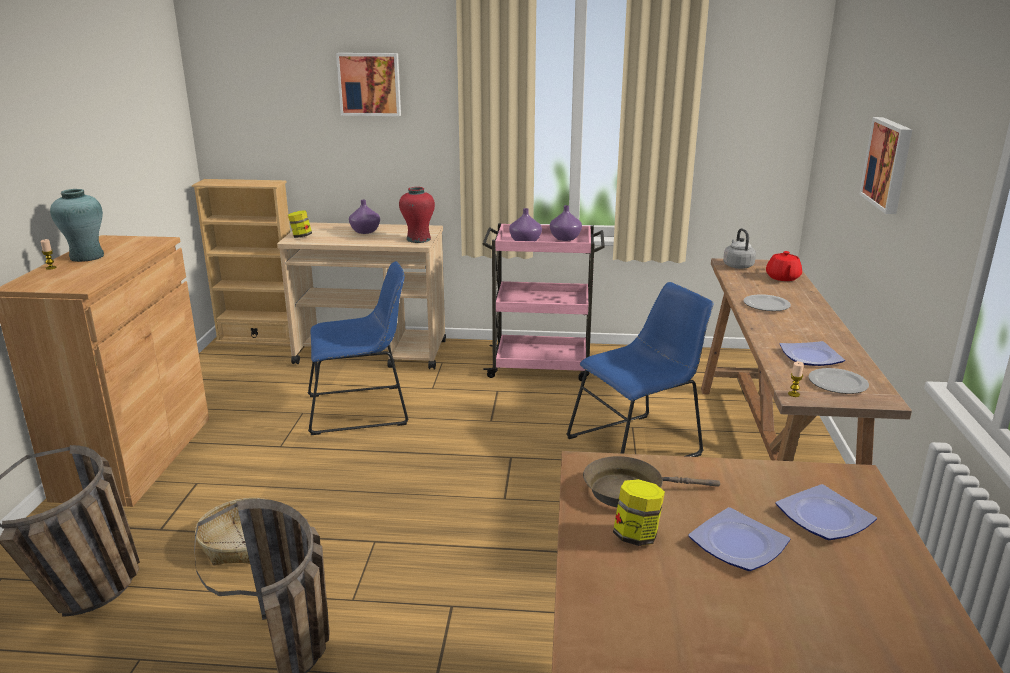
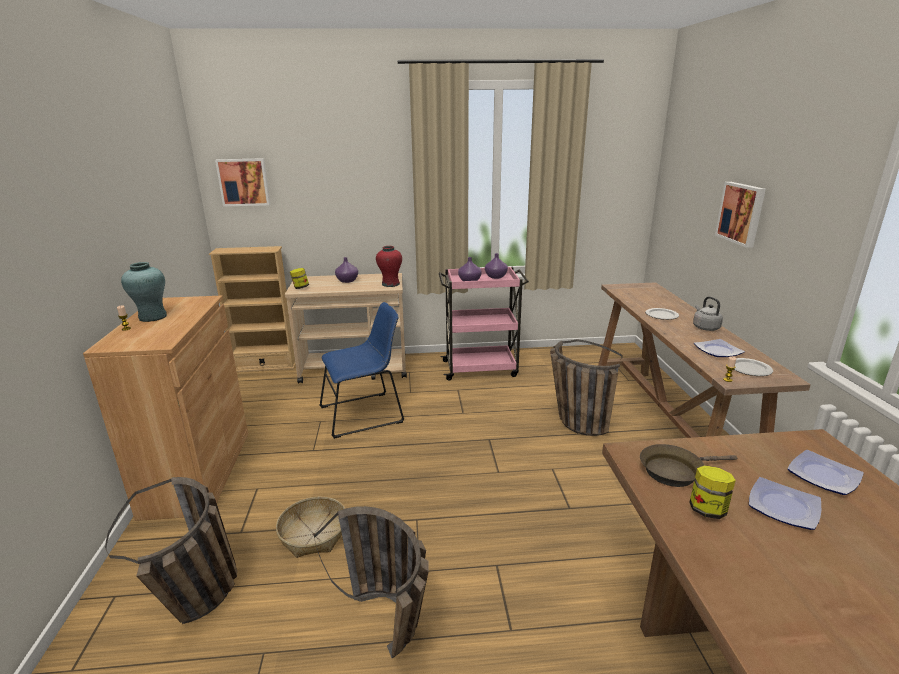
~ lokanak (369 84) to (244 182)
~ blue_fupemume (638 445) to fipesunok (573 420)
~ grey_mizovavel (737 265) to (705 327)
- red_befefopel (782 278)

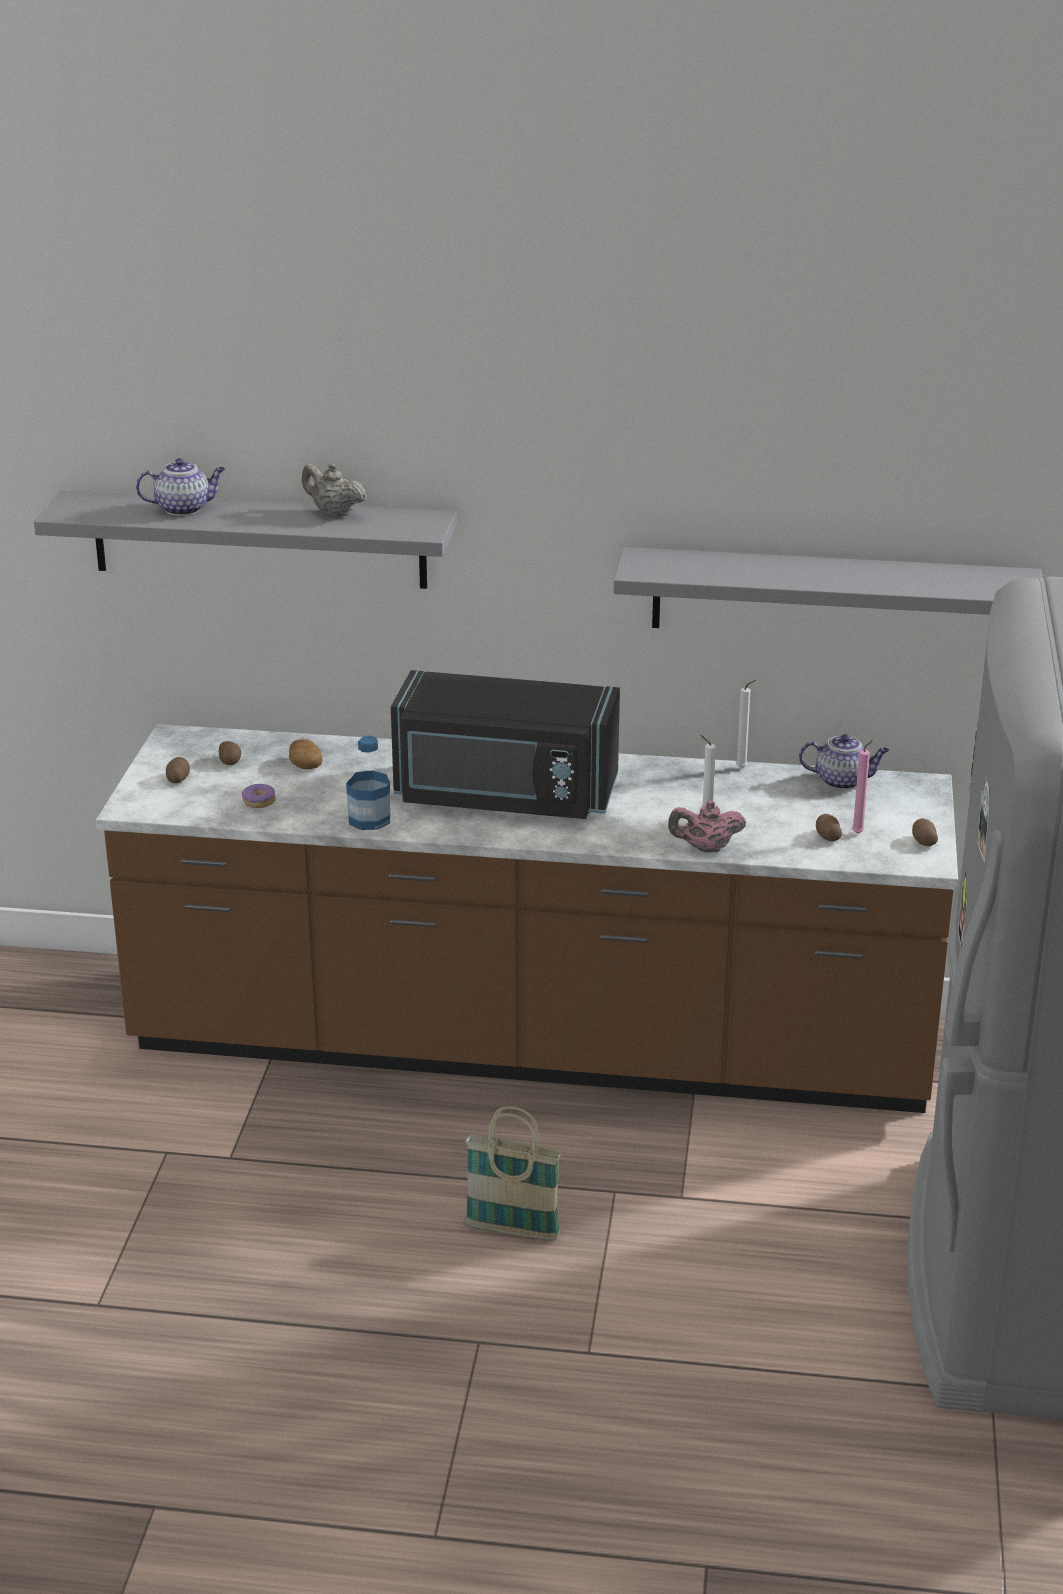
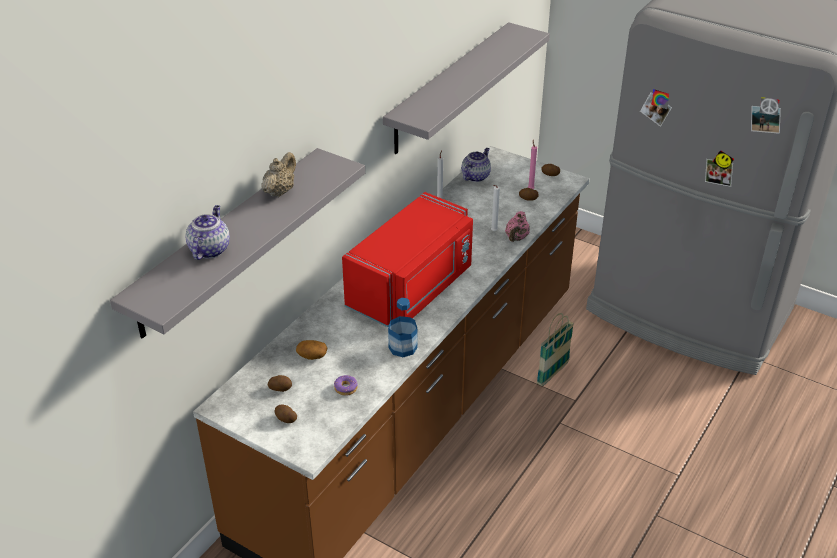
~ beige_befefopel (333 513) = (280 191) 150 degrees clockwise
~ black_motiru (504 797) to red_motiru (412 288)
~ fipesunok (512 1230) to (552 373)

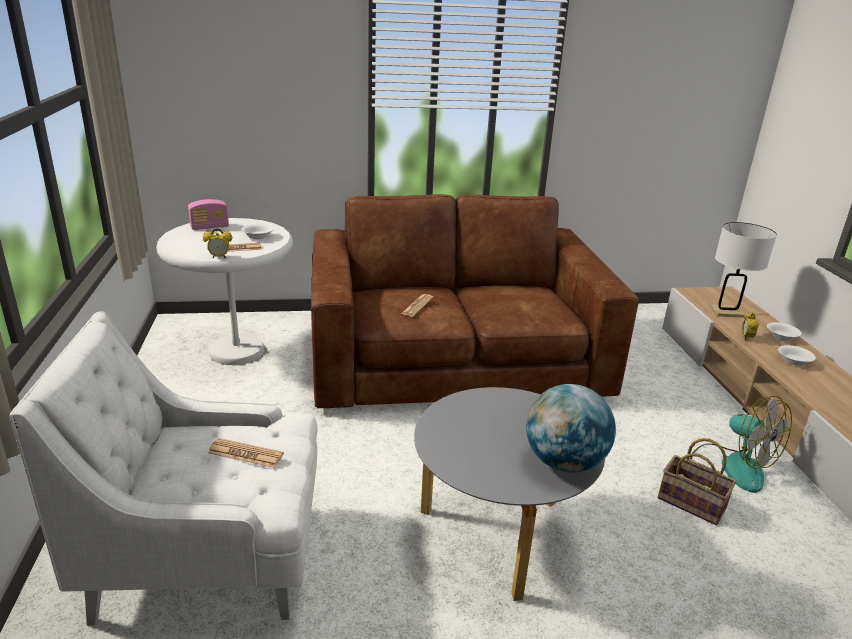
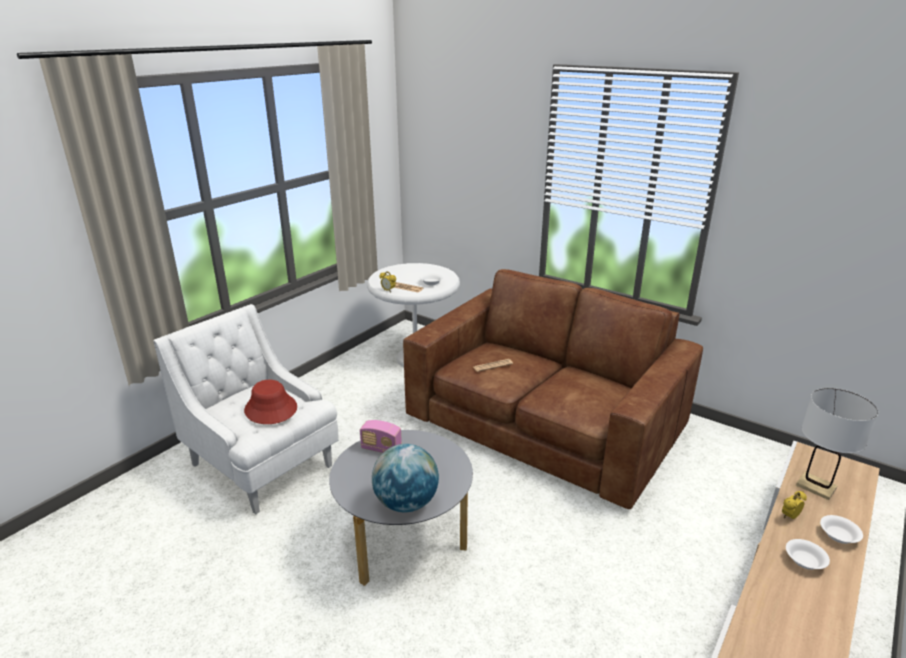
~ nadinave (245 454) to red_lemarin (270 409)
~ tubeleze (209 227) to (381 449)
- fipesunok (693 503)
- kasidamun (731 466)

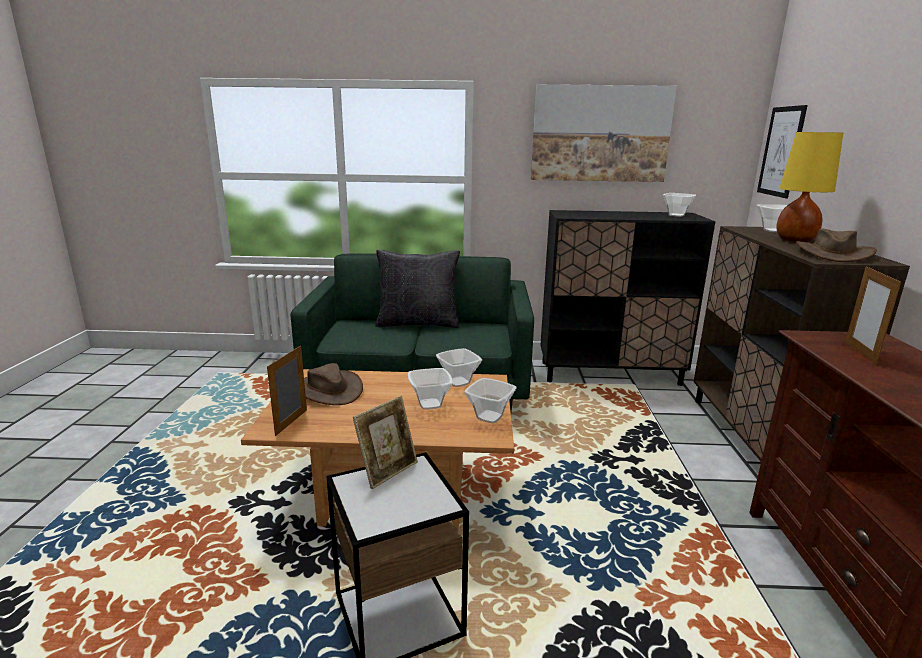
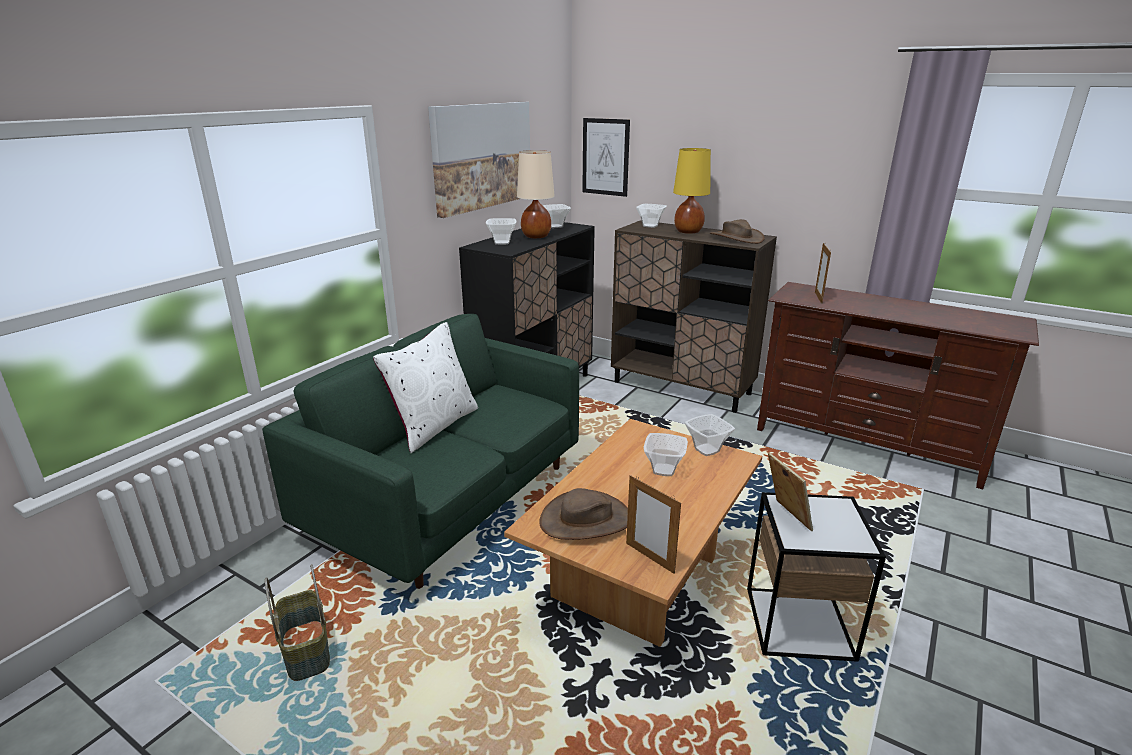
+ fipesunok (305 650)
~ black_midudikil (418 323) to white_midudikil (433 426)
~ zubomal (459 382) to (501 242)
+ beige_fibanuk (536 236)
~ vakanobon (860 352) = (818 297) 60 degrees clockwise

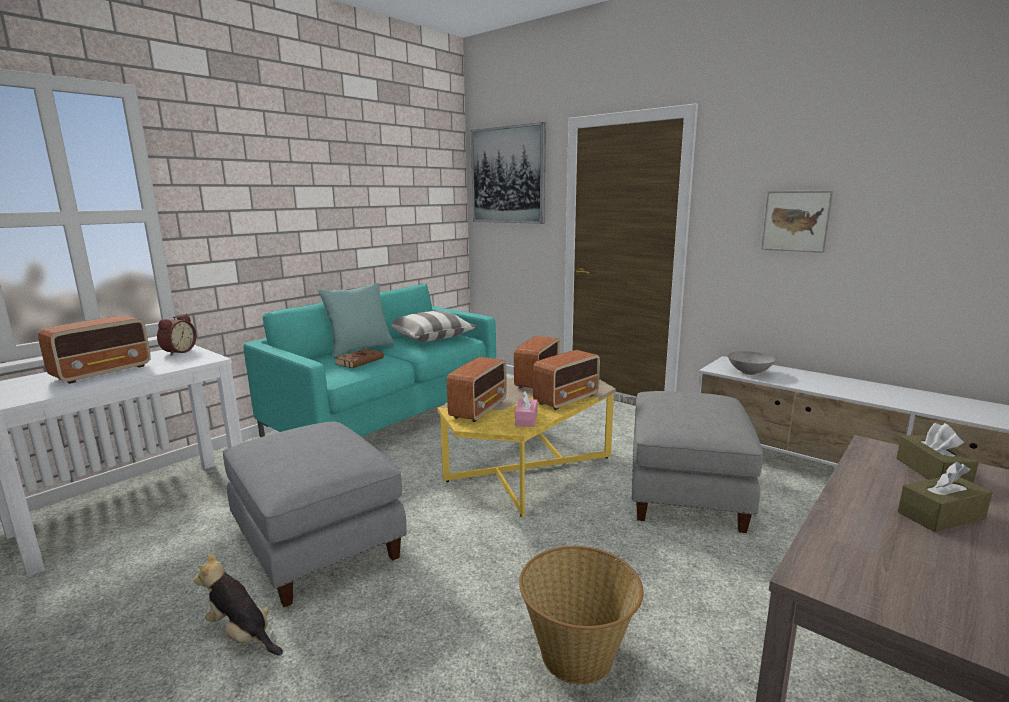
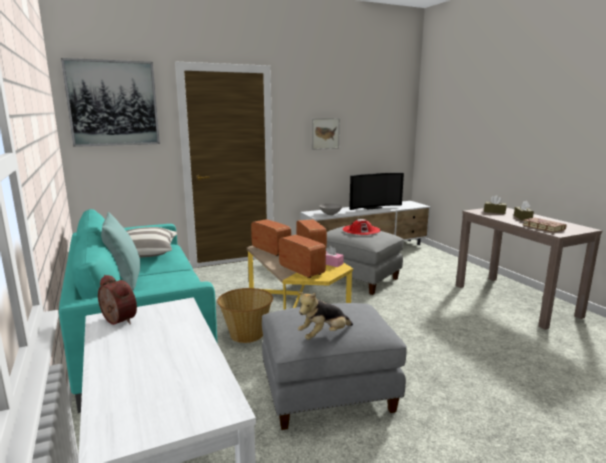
~ fipesunok (578 653) to (246 334)
~ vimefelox (242 634) to (324 335)
+ red_lemarin (361 230)
+ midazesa (372 207)
~ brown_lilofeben (360 361) to (542 227)
- tubeleze (103 372)

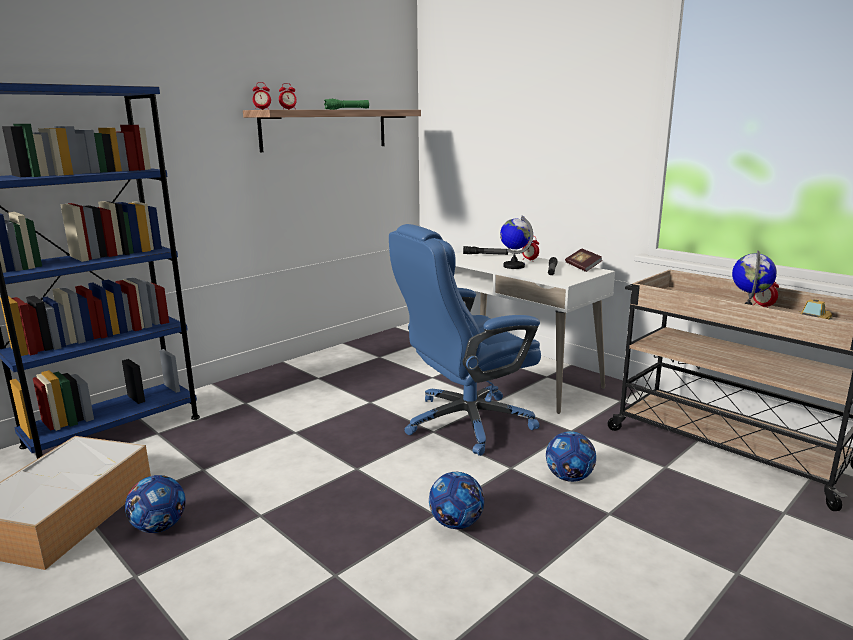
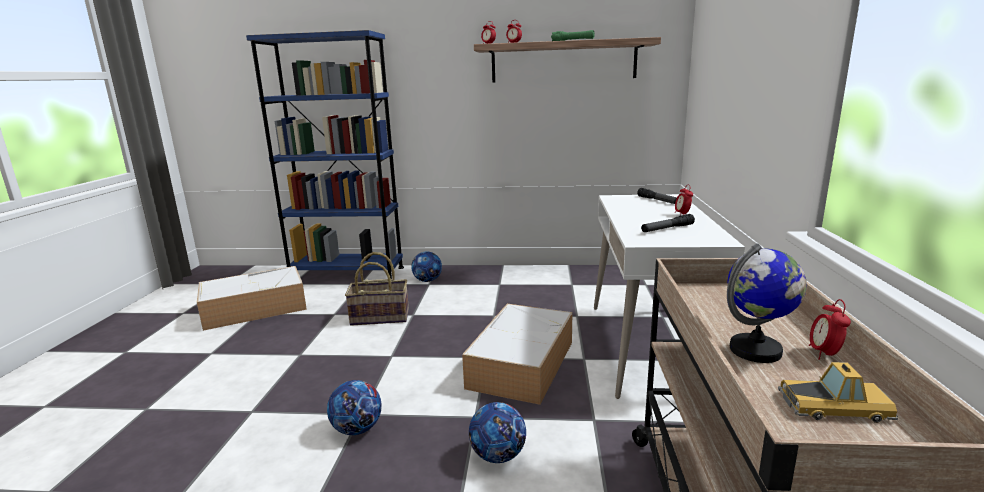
+ fipesunok (380 317)
~ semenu (159 527) to (427 280)
~ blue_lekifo (465 423) to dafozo (522 363)
- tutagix (514 266)
- lilofeben (582 267)

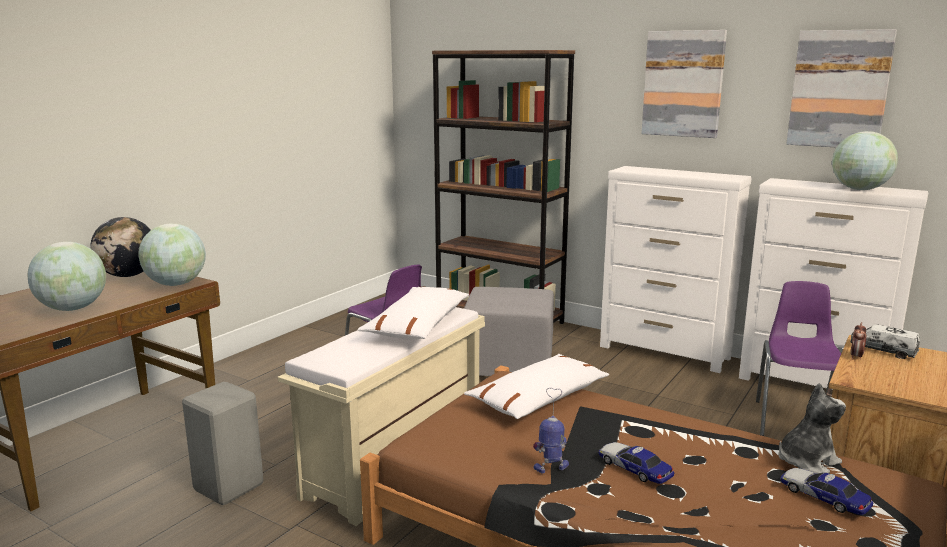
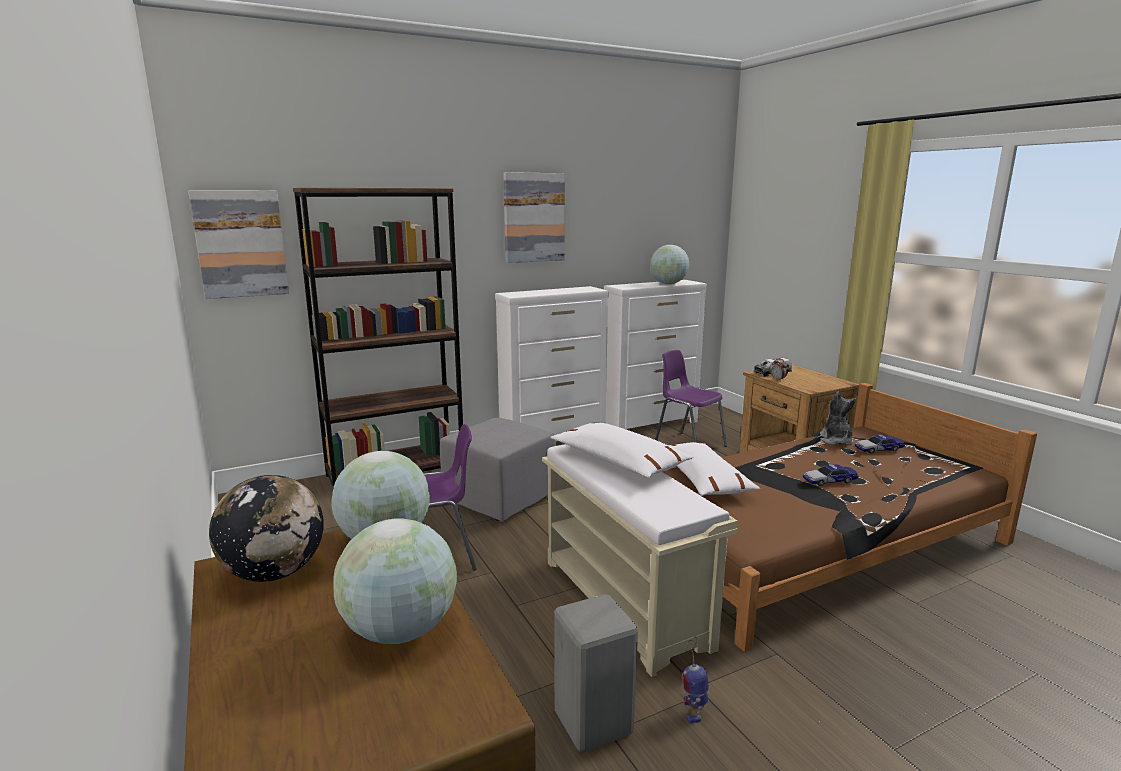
~ lokanak (839 89) to (240 244)
~ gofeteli (552 467) to (693 710)

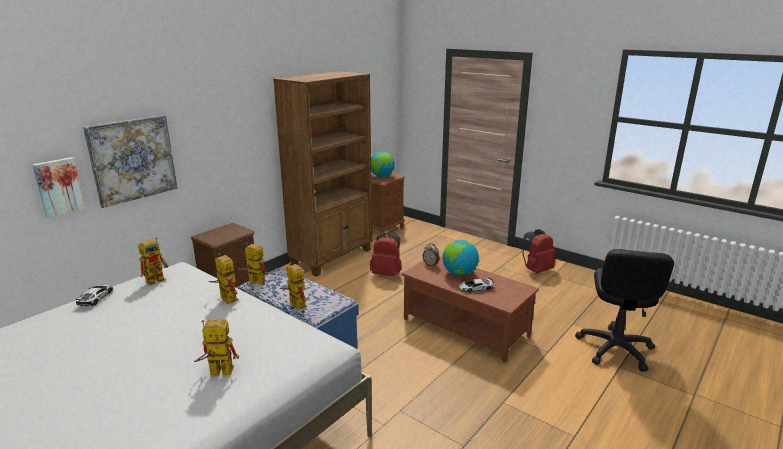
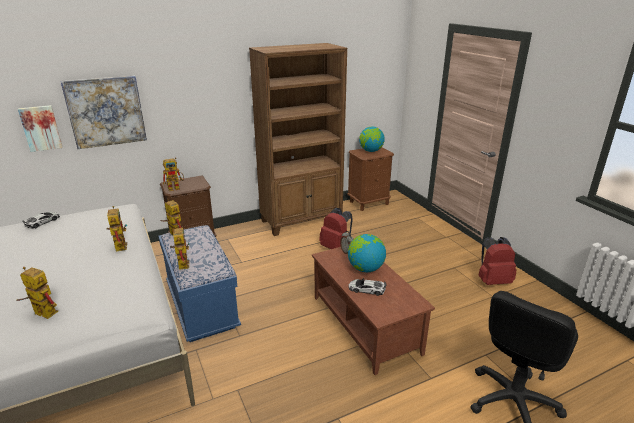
~ gofeteli (158 279) to (176 188)

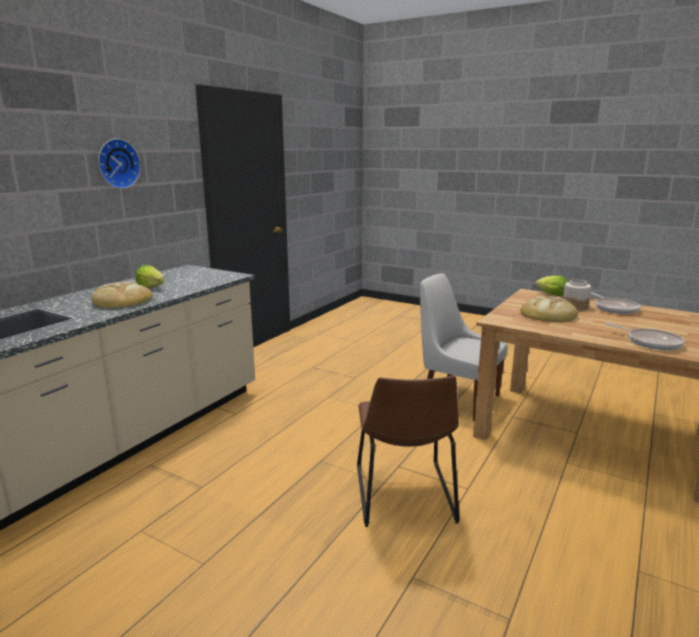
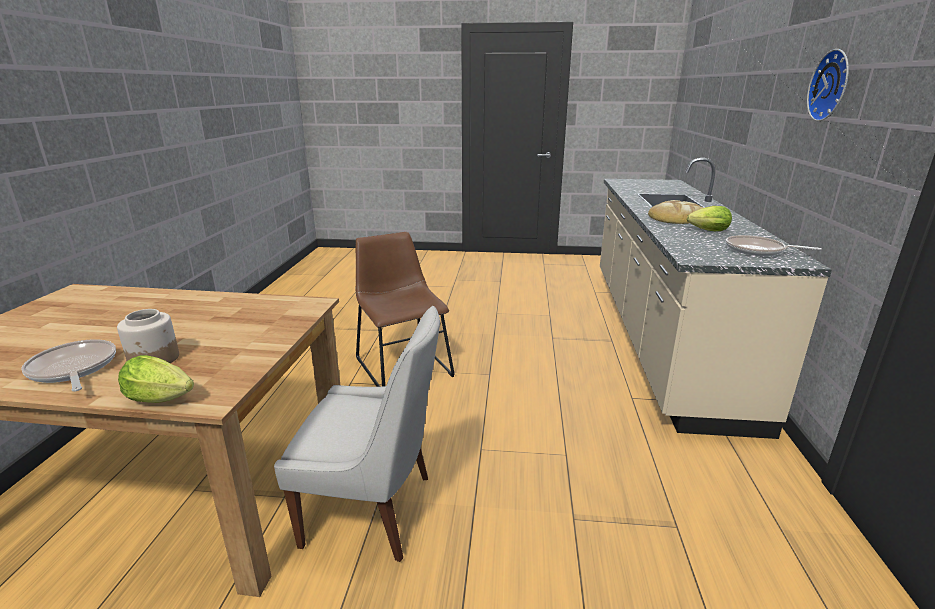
~ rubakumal (650 342) to (758 251)
- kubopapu (548 314)

